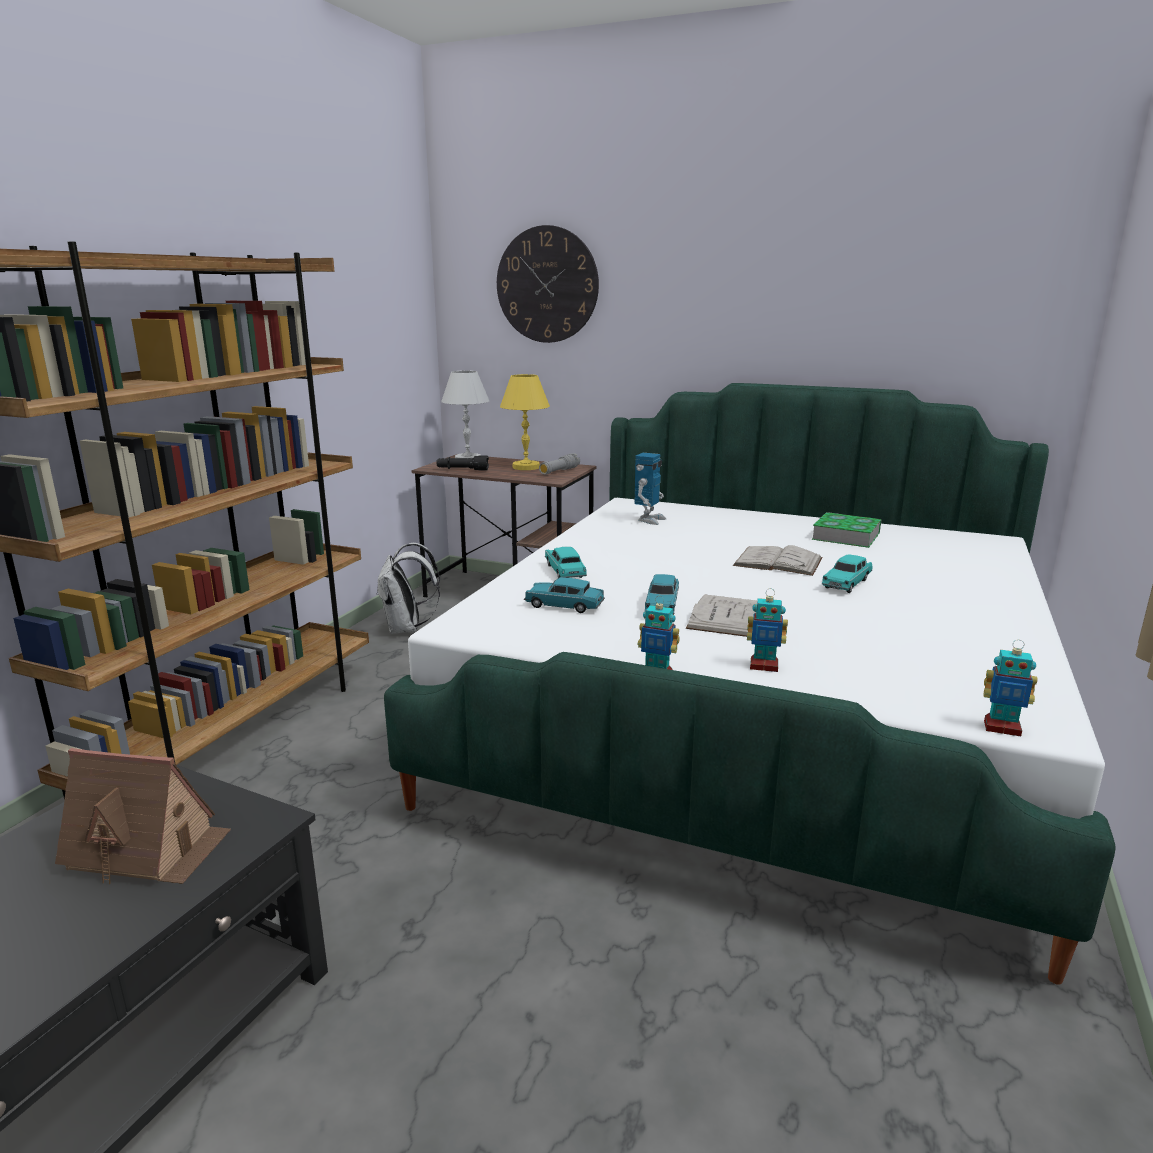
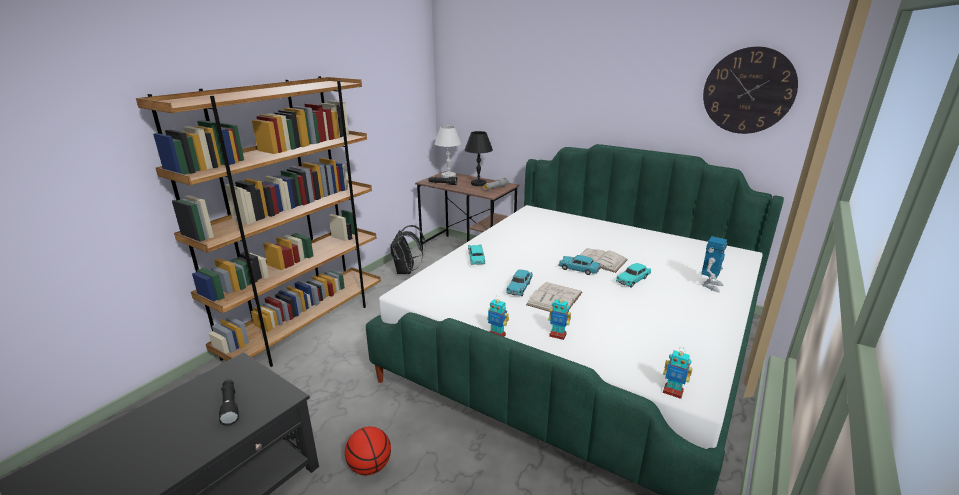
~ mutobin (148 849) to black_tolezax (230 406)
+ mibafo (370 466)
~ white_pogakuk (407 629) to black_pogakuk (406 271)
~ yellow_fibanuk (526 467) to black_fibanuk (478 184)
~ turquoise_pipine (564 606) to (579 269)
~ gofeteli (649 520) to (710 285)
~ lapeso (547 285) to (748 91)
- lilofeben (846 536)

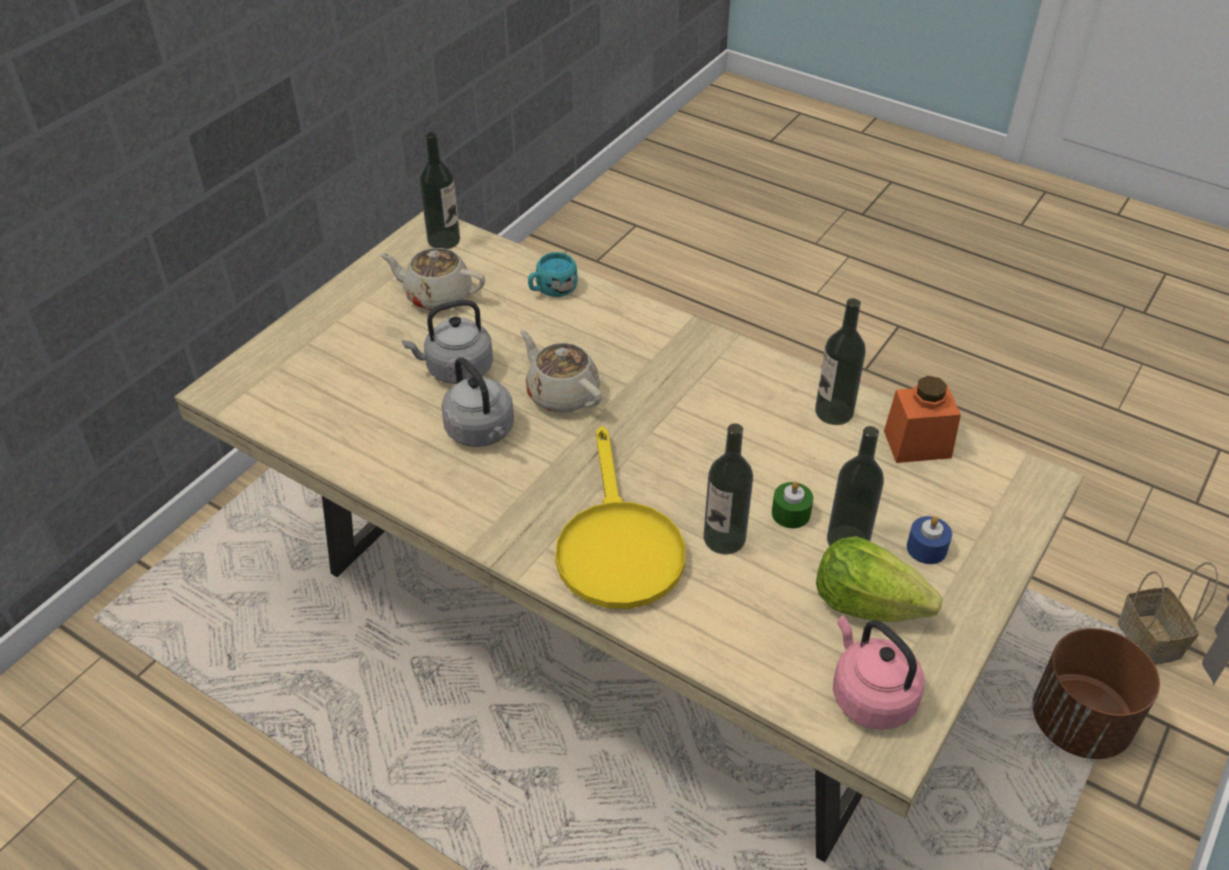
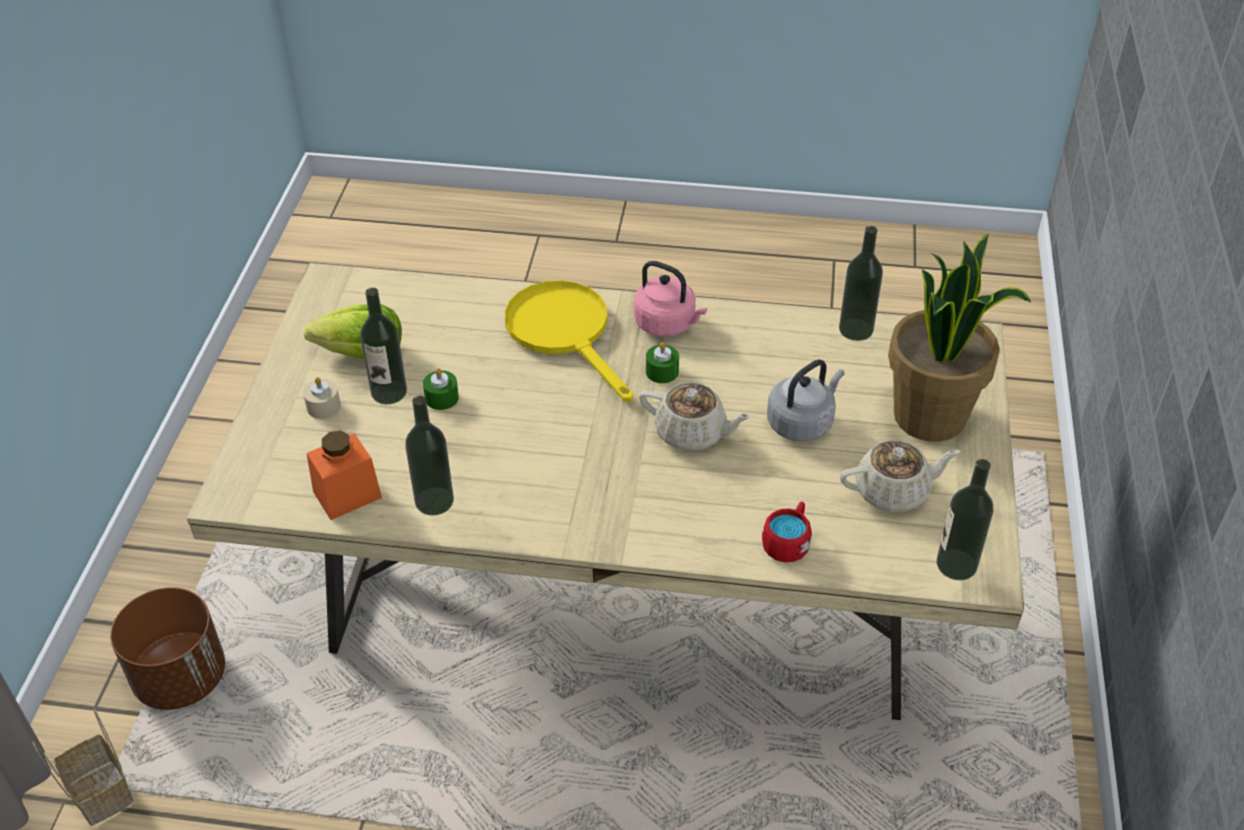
~ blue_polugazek (926 548) to beige_polugazek (323 406)
~ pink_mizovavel (869 695) to (667 324)
+ green_polugazek (662 371)
~ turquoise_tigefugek (552 289) to red_tigefugek (788 542)
~ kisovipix (724 538) to (856 329)
+ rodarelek (931 417)
- grey_mizovavel (482 432)

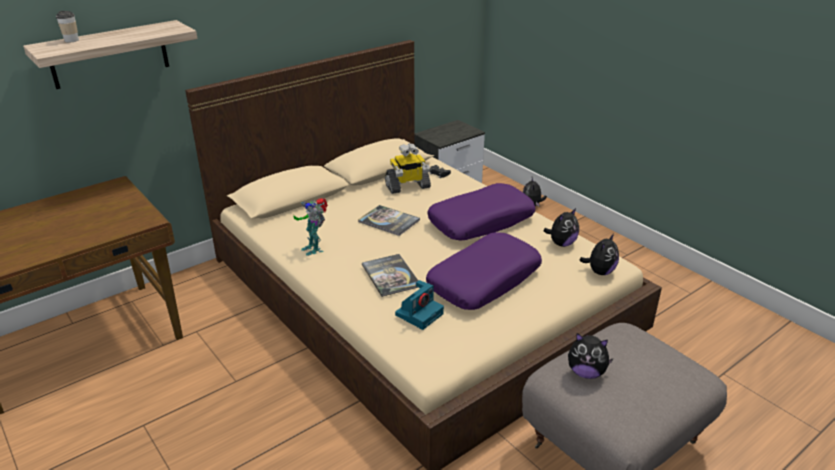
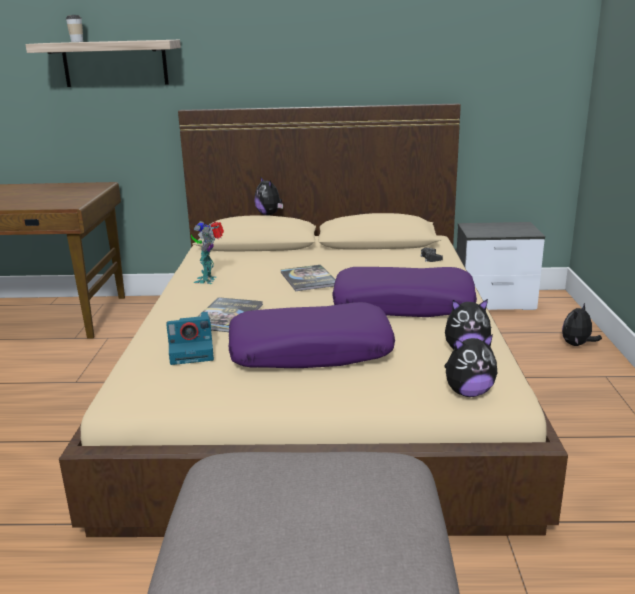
~ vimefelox (586 372) to (269 214)
- gofeteli (407 186)

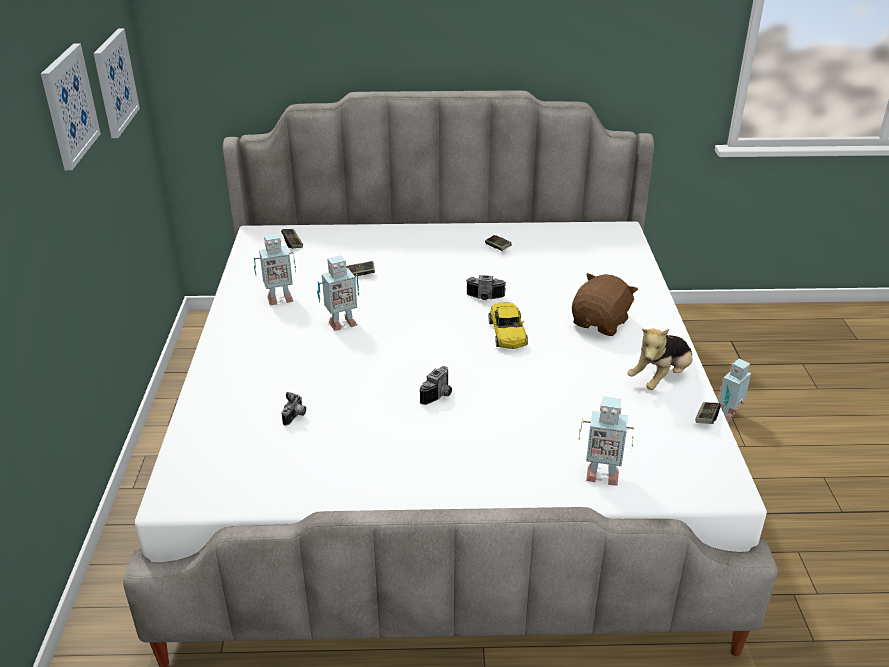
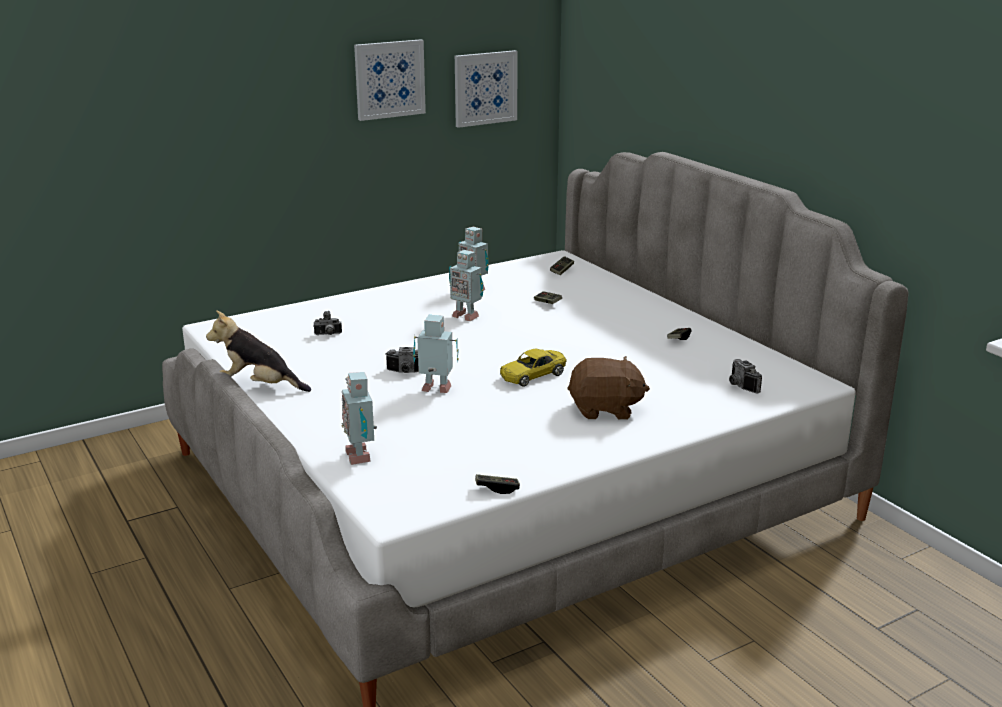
~ vimefelox (661 378) to (259 386)
~ gofeteli (729 414) to (436 390)
~ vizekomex (485 298) to (740 386)

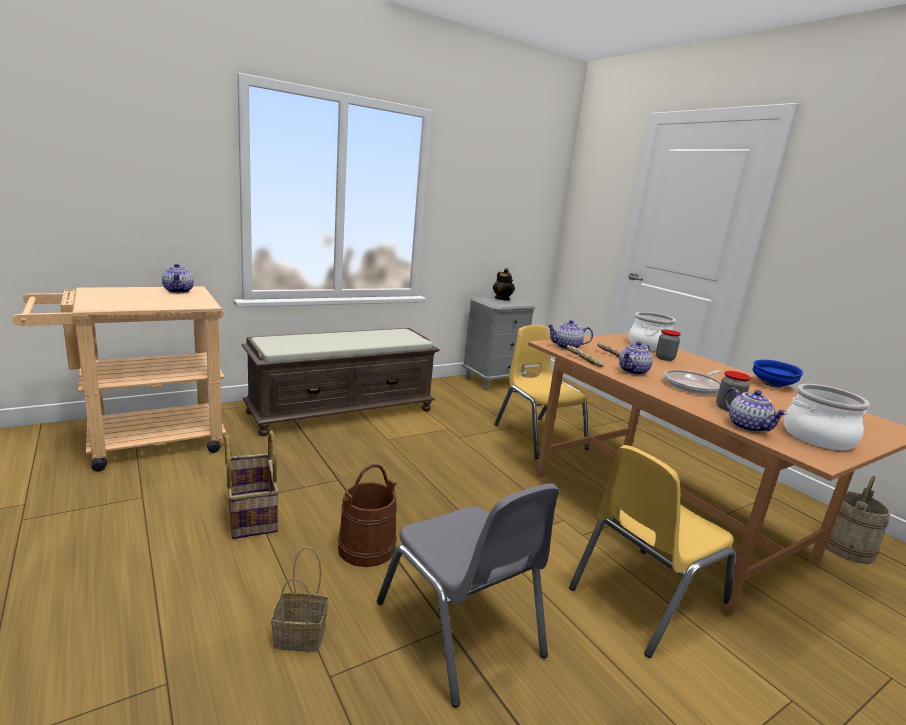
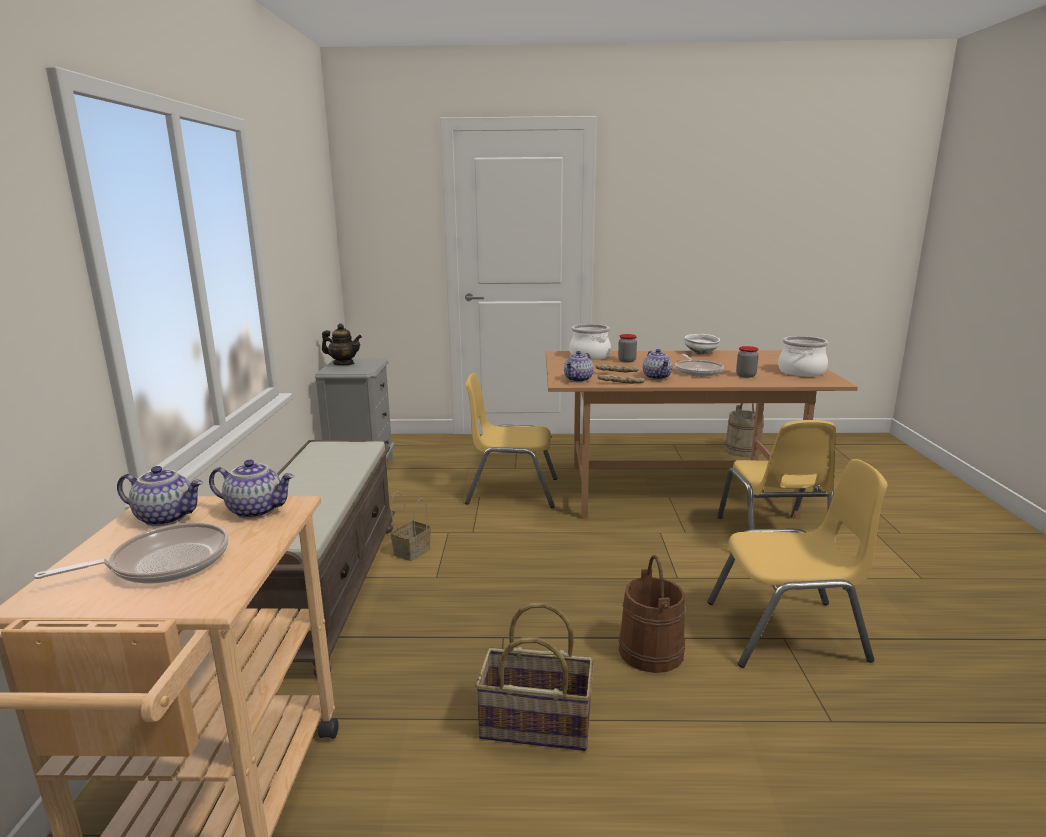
+ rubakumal (163 563)
~ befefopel (748 427) to (257 510)
~ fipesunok (302 635) to (412 550)
~ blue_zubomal (772 385) to white_zubomal (701 353)
~ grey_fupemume (460 629) to yellow_fupemume (786 632)

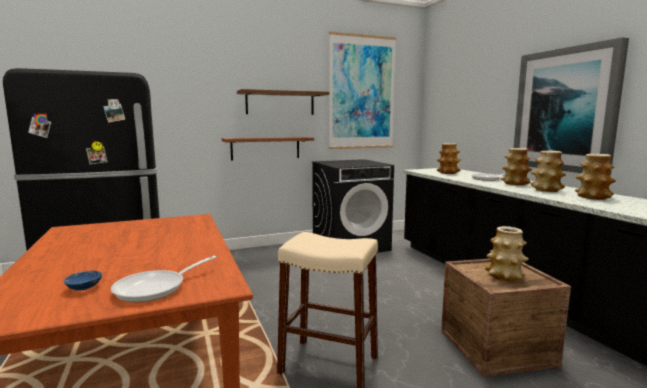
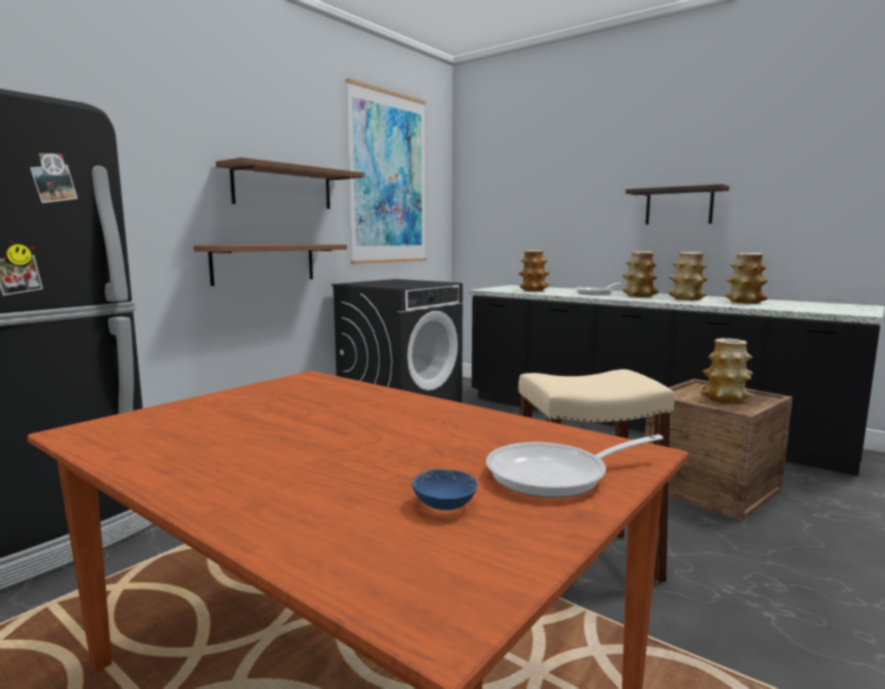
~ rubakumal (156 288) = (556 475) 60 degrees clockwise
~ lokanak (565 110) to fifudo (679 206)

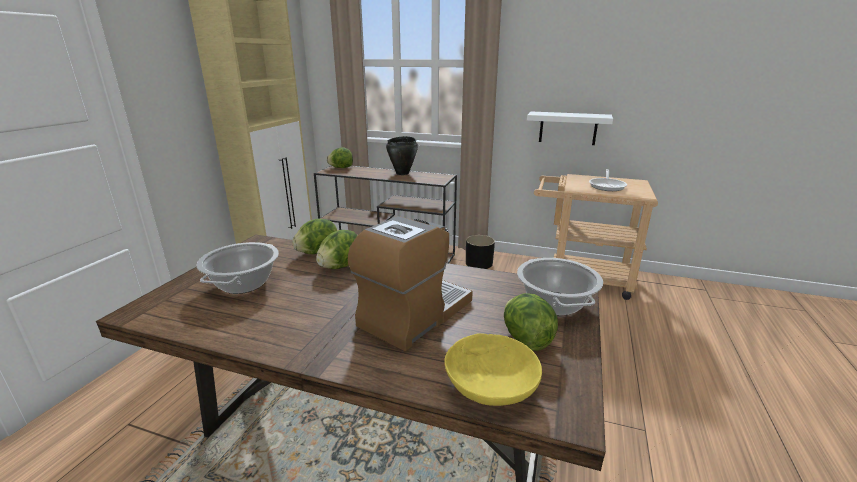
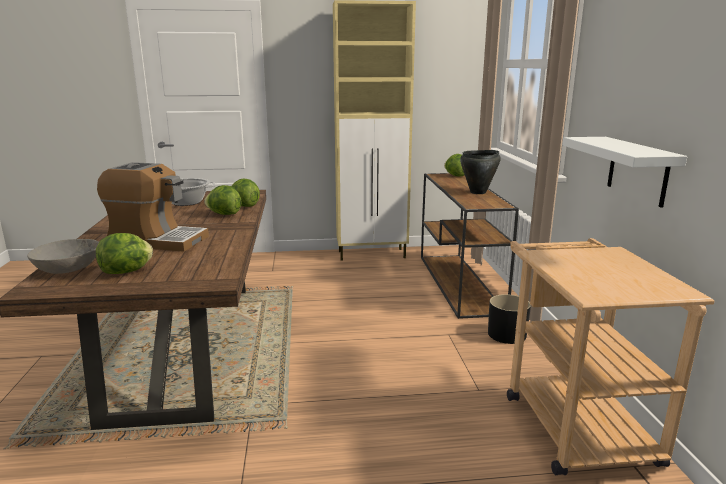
~ yellow_zubomal (490 386) to grey_zubomal (68 268)
- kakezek (555 304)
- rubakumal (607 186)

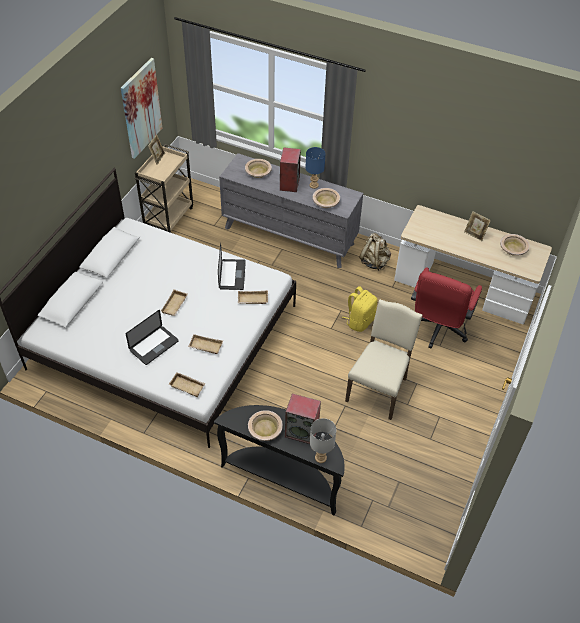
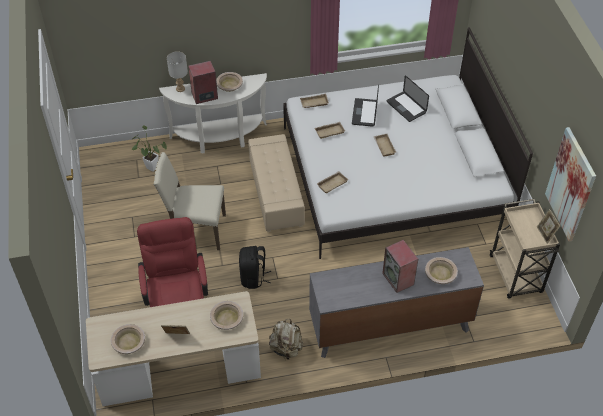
+ rodarelek (150 166)
~ beige_fupemume (378 389) = (196 230) 105 degrees clockwise
~ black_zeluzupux (283 477) to white_zeluzupux (220 139)
~ beige_zubomal (325 202) to (227 318)
~ yellow_pogakuk (359 321) to black_pogakuk (253 278)
+ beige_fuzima (276 193)
~ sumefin (232 275) to (406 107)
- blue_fibanuk (313 185)

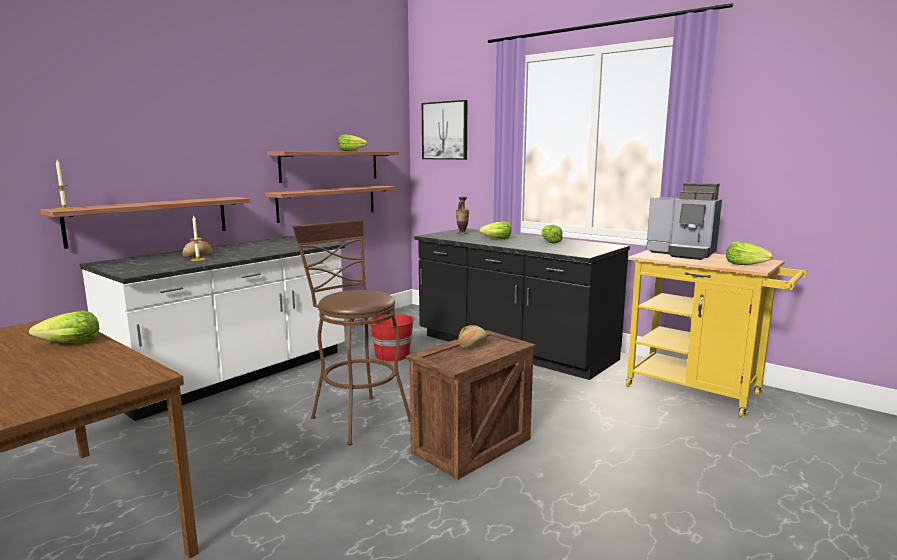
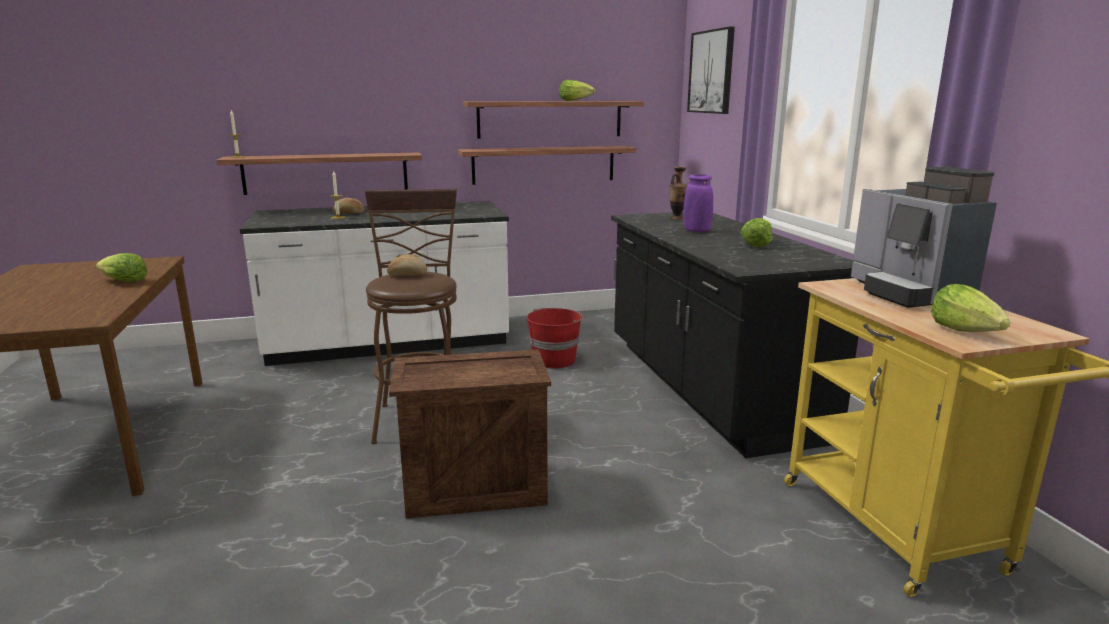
~ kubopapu (472 344) to (407 275)
~ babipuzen (496 239) to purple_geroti (696 231)

